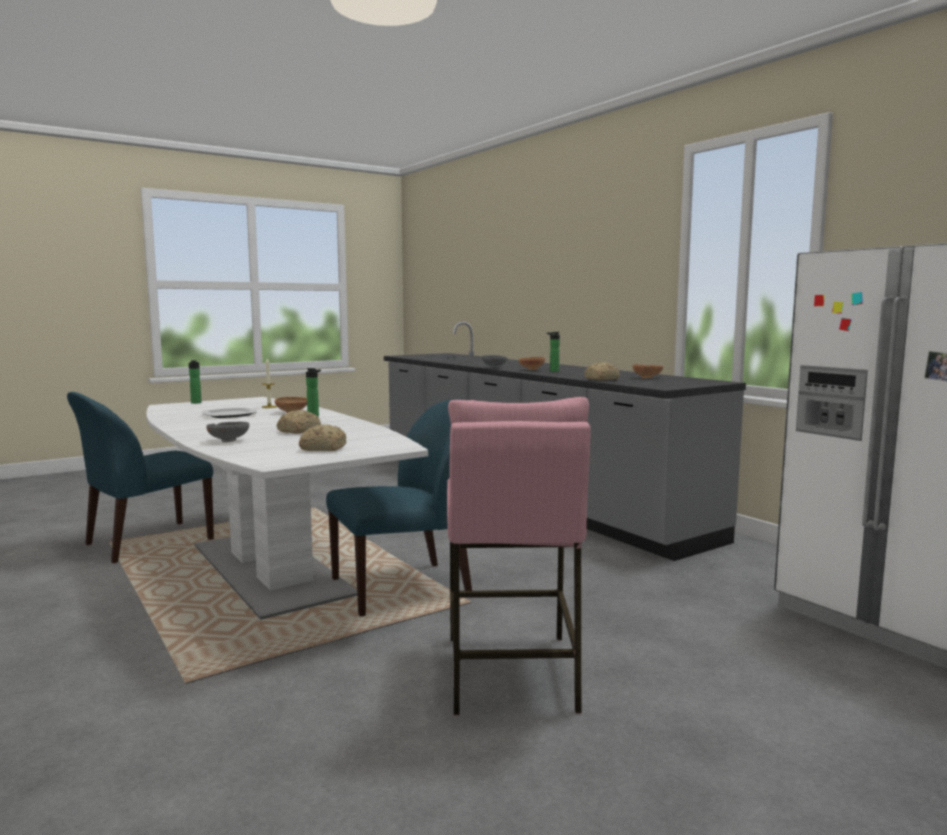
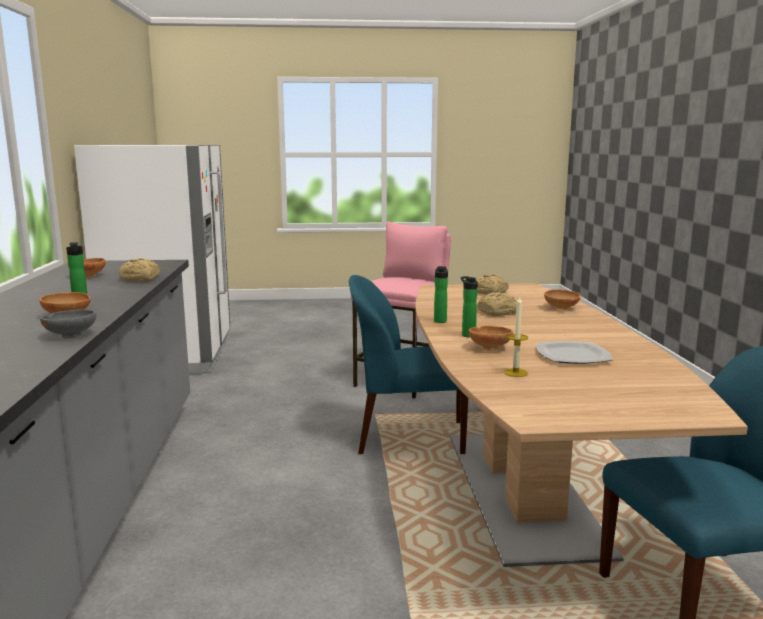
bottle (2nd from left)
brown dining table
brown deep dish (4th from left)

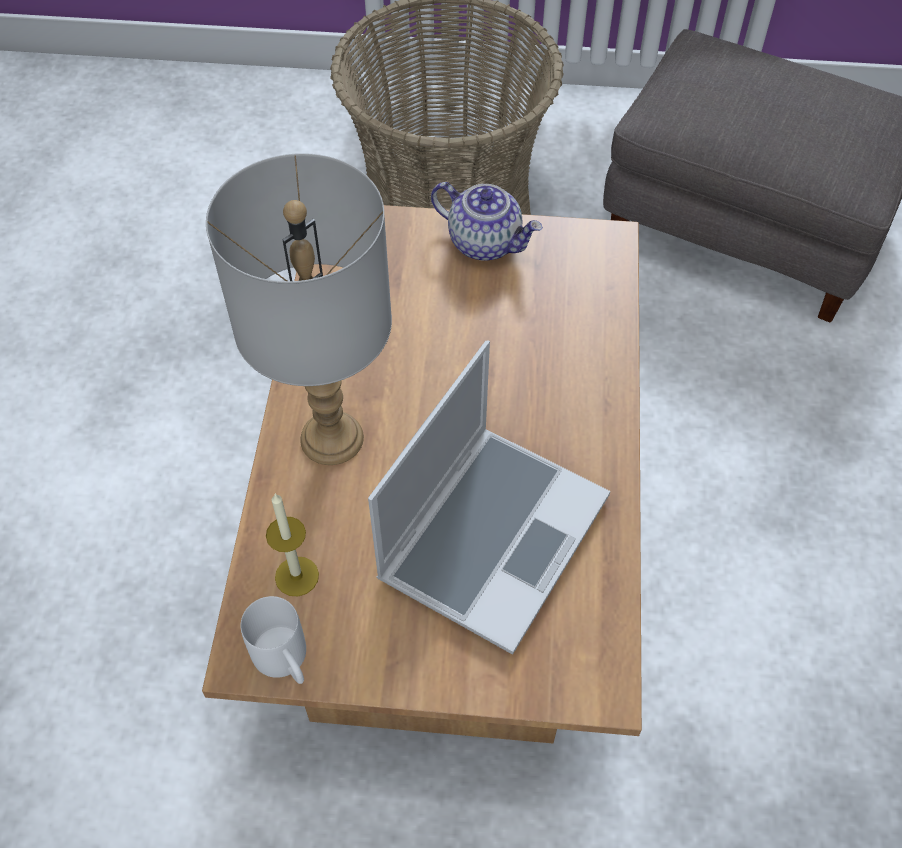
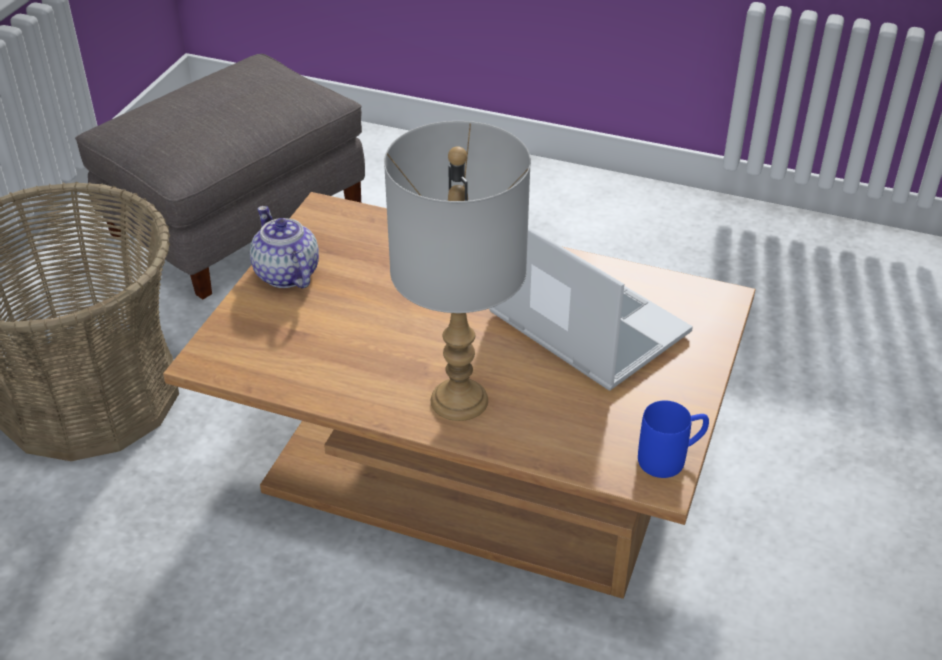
tea pot
wax light
bluish mug

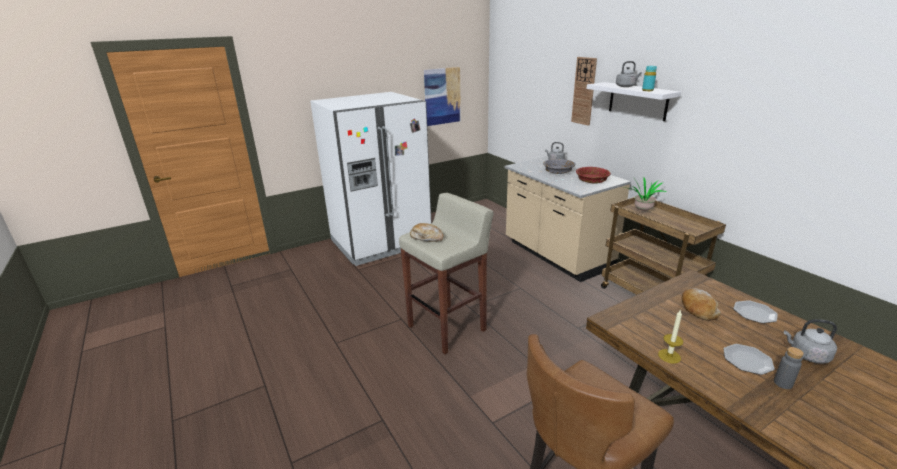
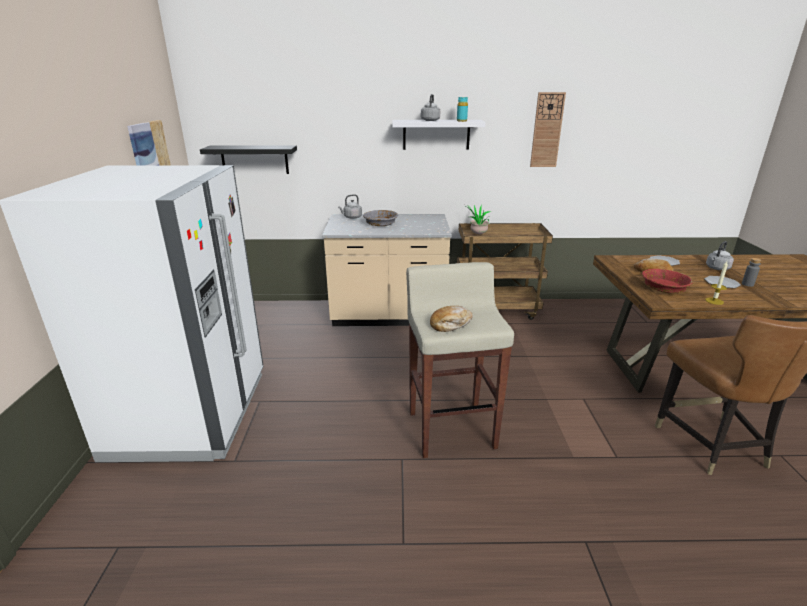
wall clock
red deep dish
black bracket shelf

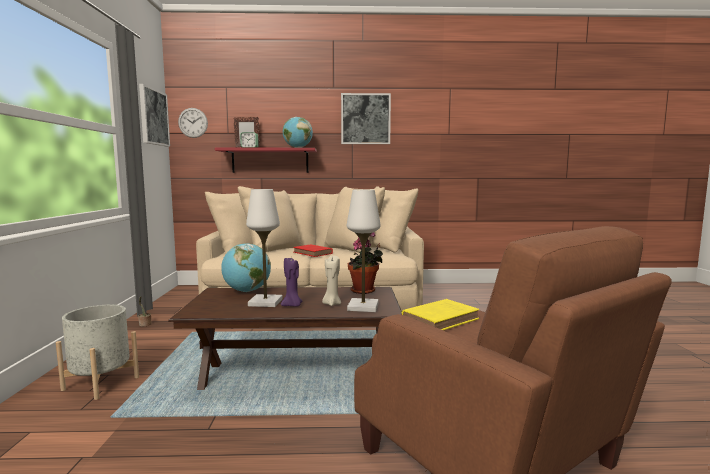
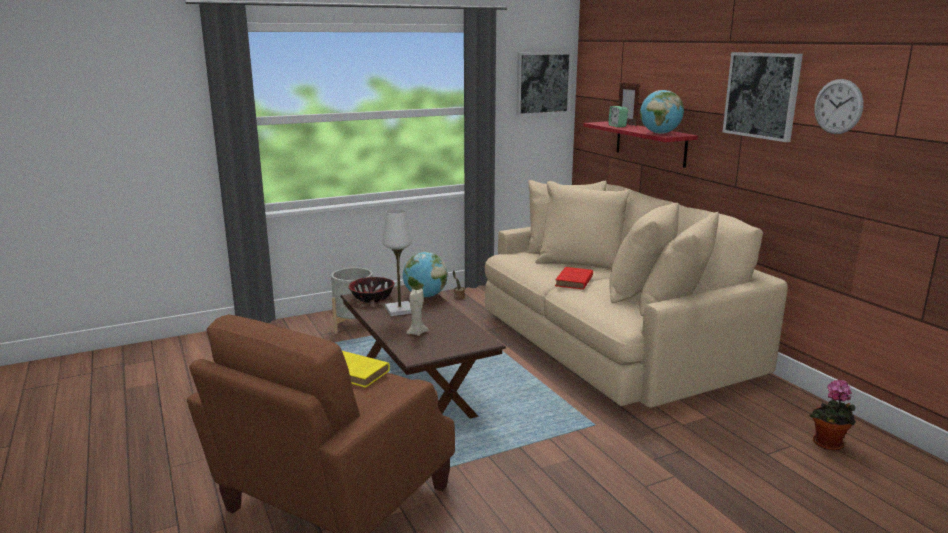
wall clock
white-coloured lamp for a table (2nd from left in the first image)
potted plant (2nd from left)
purple-coloured wax light
deep dish

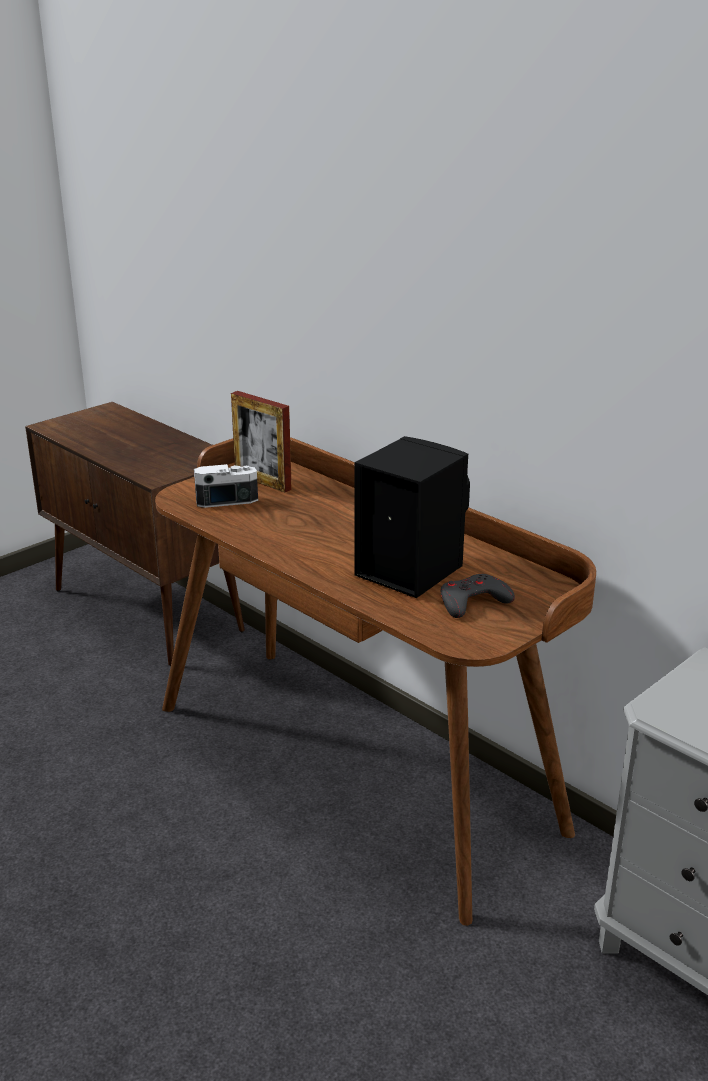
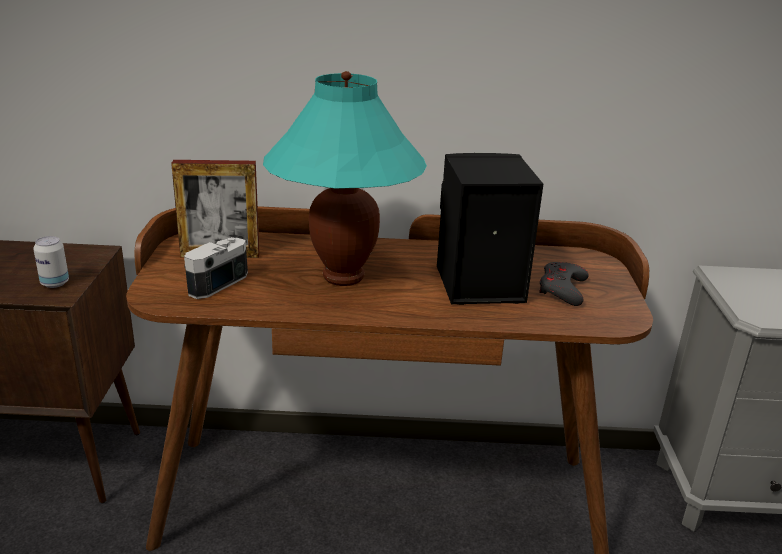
turquoise lamp for a table
sealed can

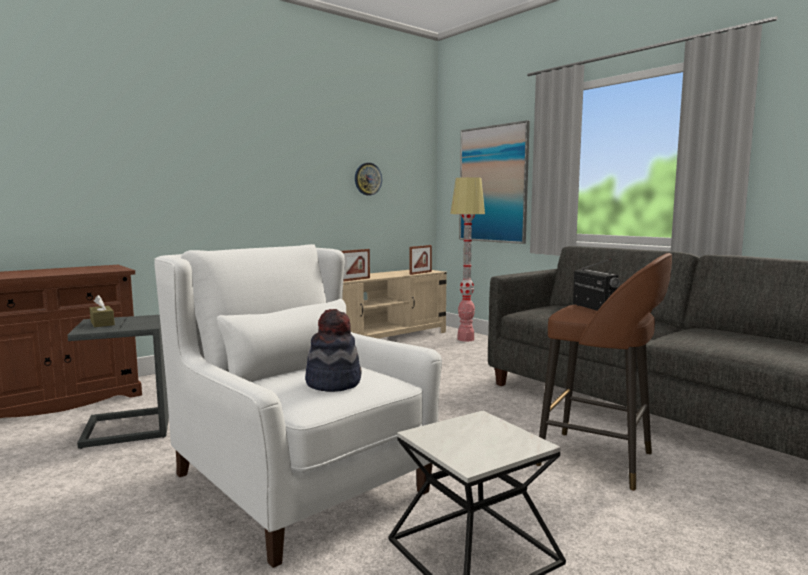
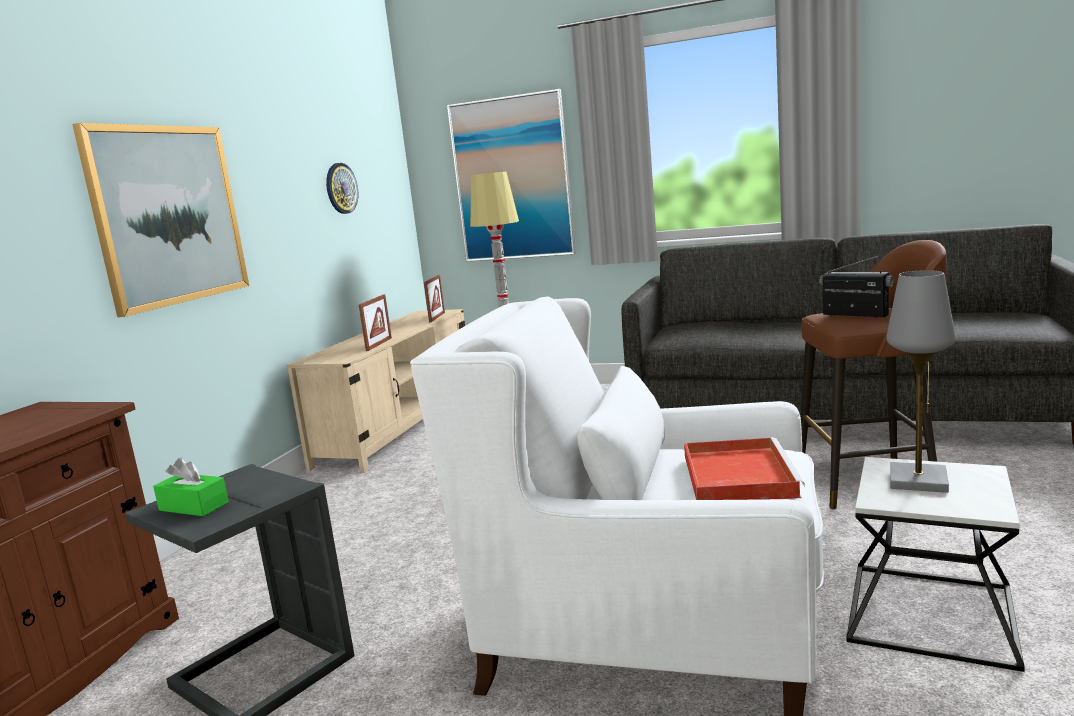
greenish box of tissues
red tray
picture (1st from left)
gray lamp for a table

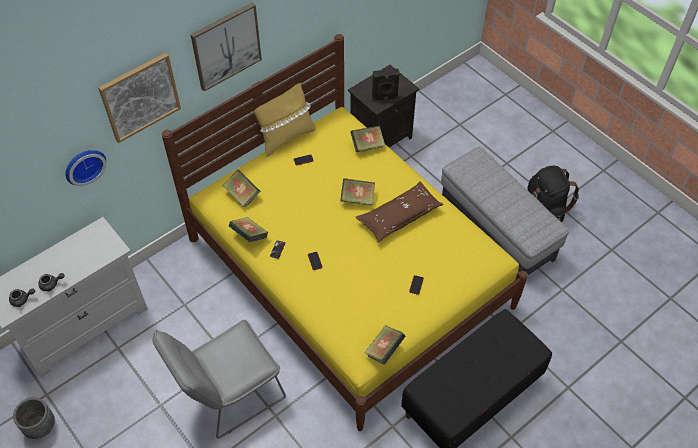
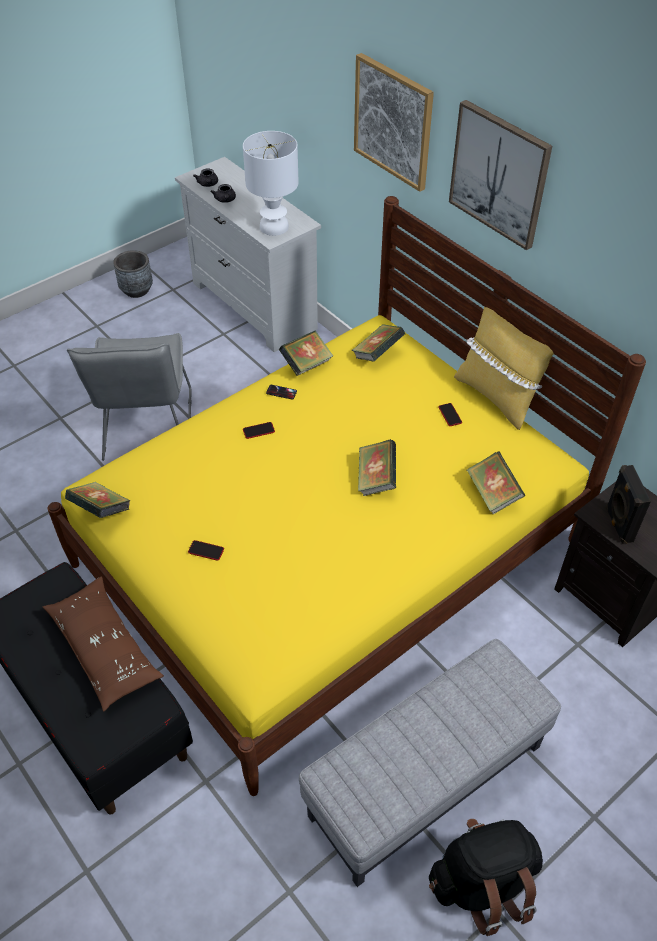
wall clock
brown throw pillow
gray chair
white-coloured lamp for a table

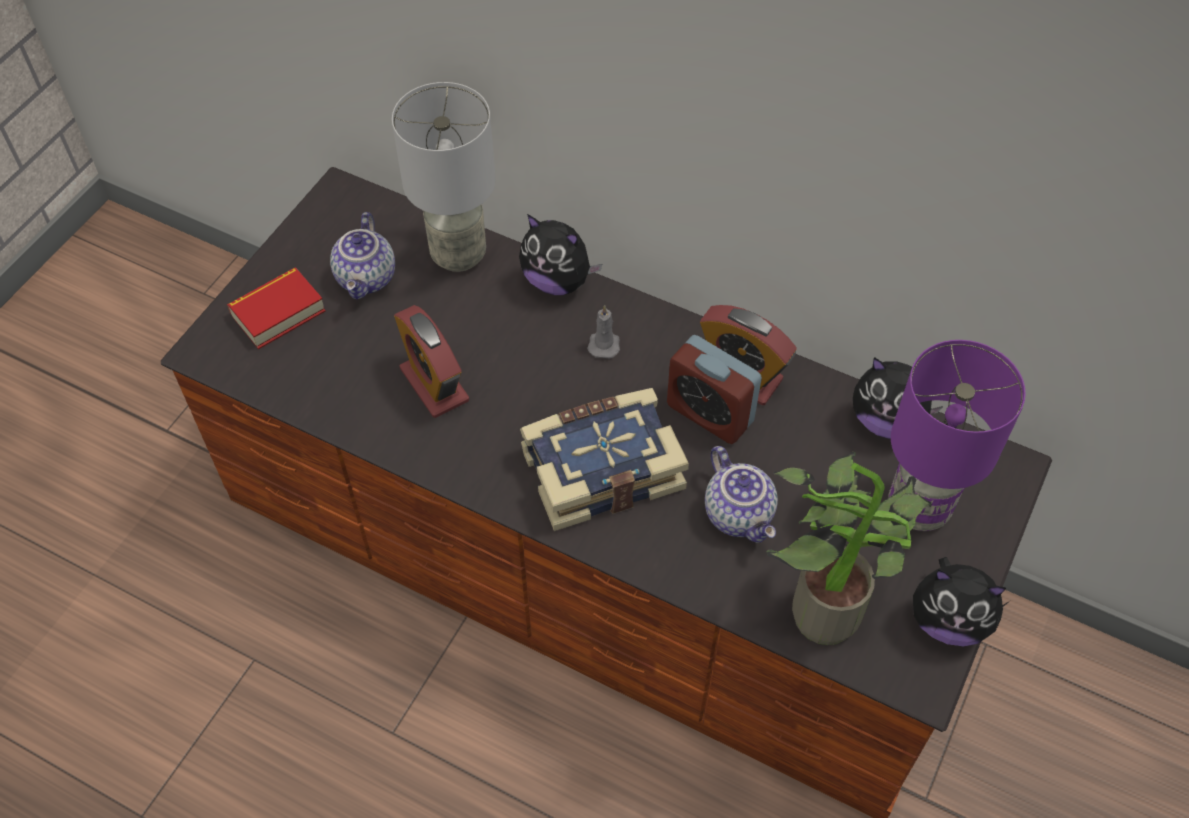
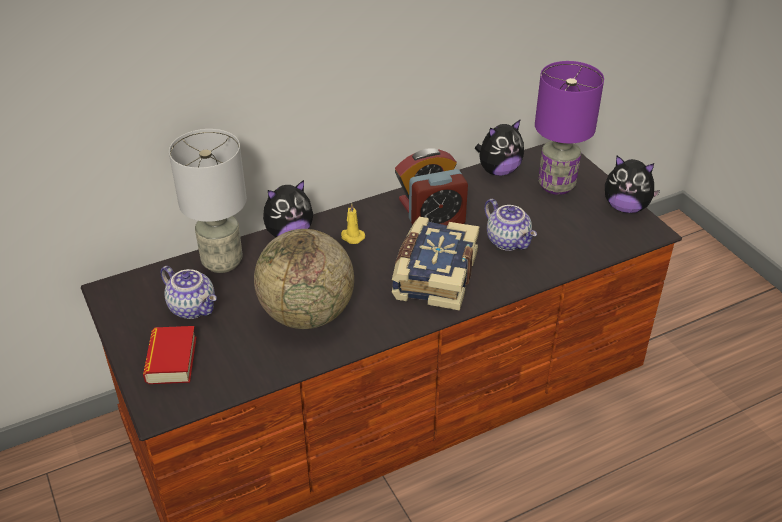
world globe
yellowish wax light
tea pot (2nd from left)
potted plant
cuddly toy (3rd from left)

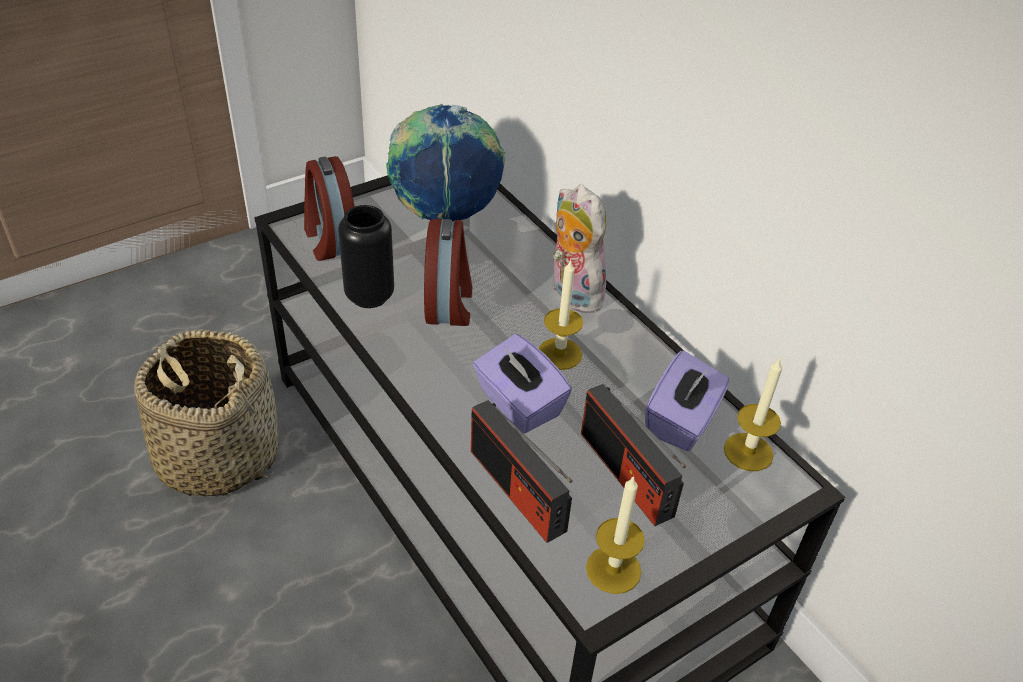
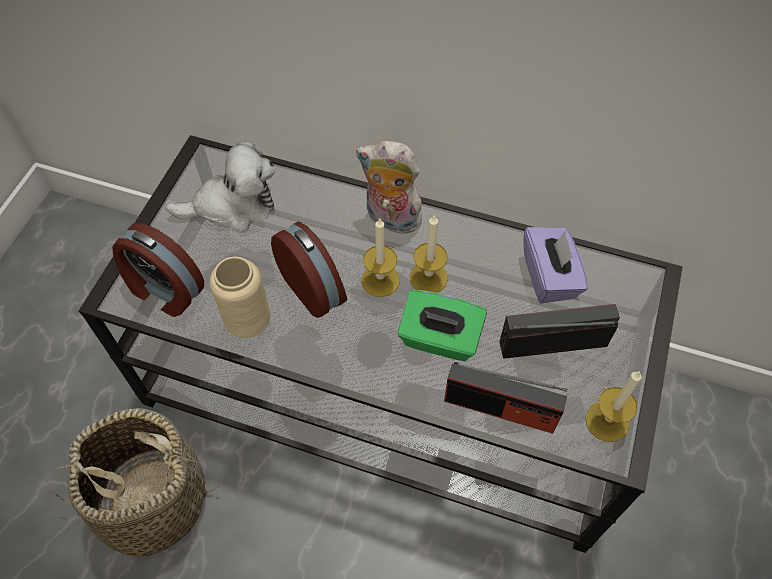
cuddly toy (1st from left)
sand-coloured vase
greenish box of tissues
wax light (1st from left)
radio set (2nd from left)

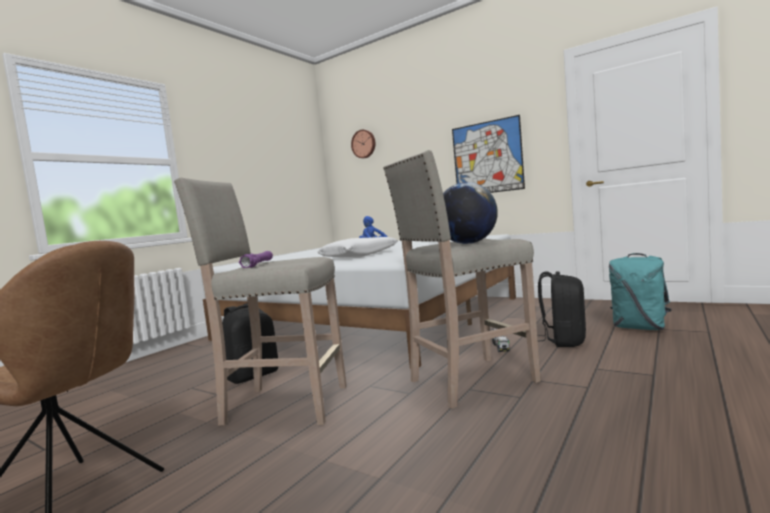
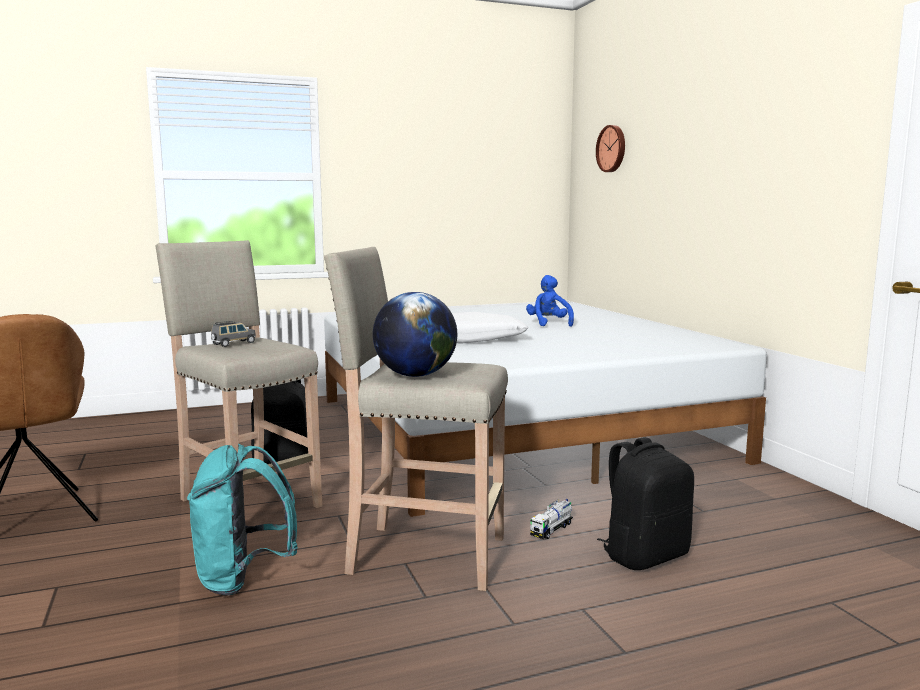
picture
gray toy car
turquoise backpack

